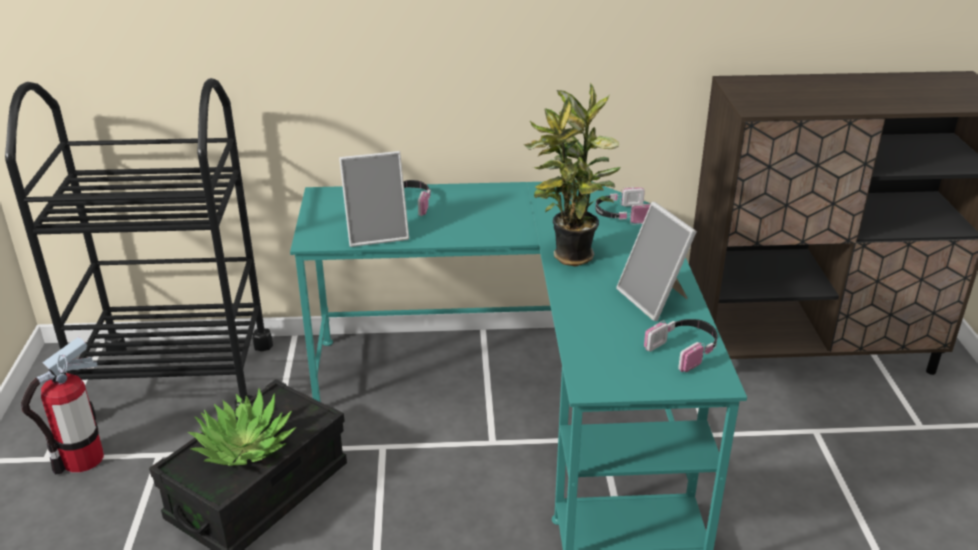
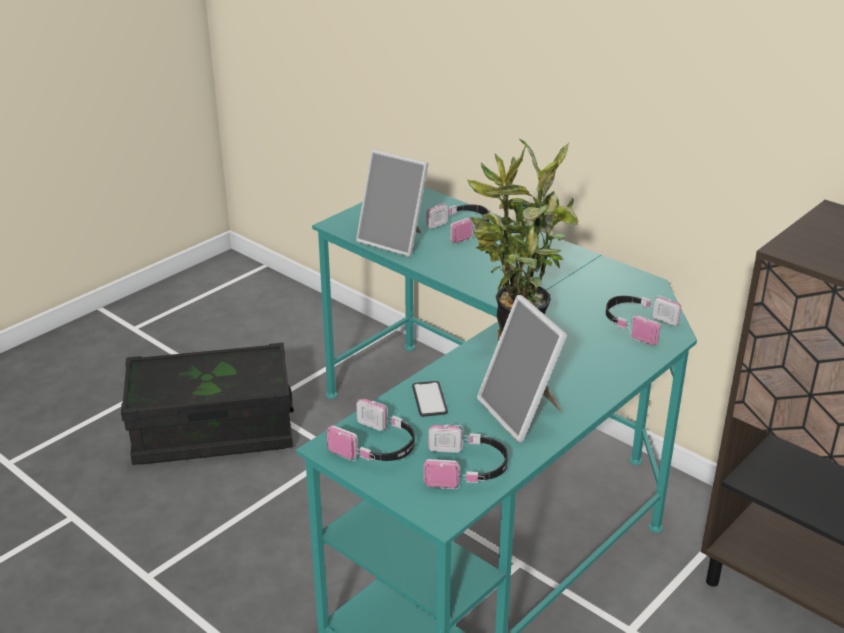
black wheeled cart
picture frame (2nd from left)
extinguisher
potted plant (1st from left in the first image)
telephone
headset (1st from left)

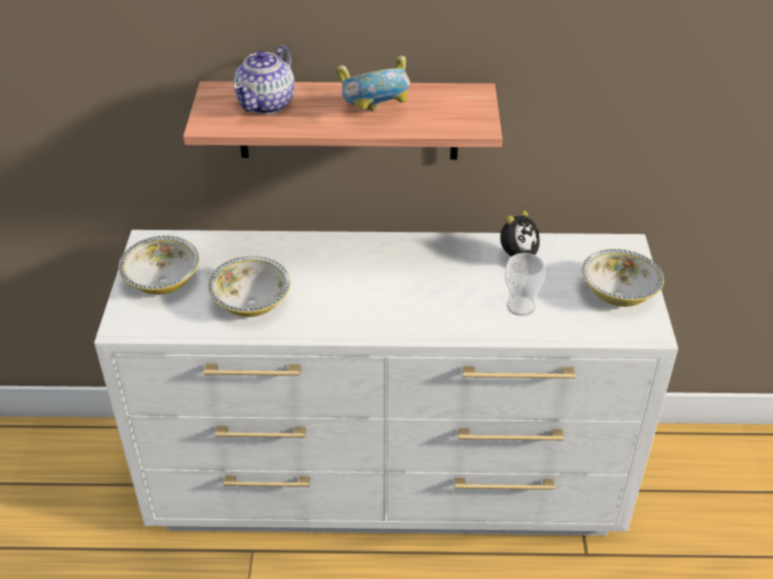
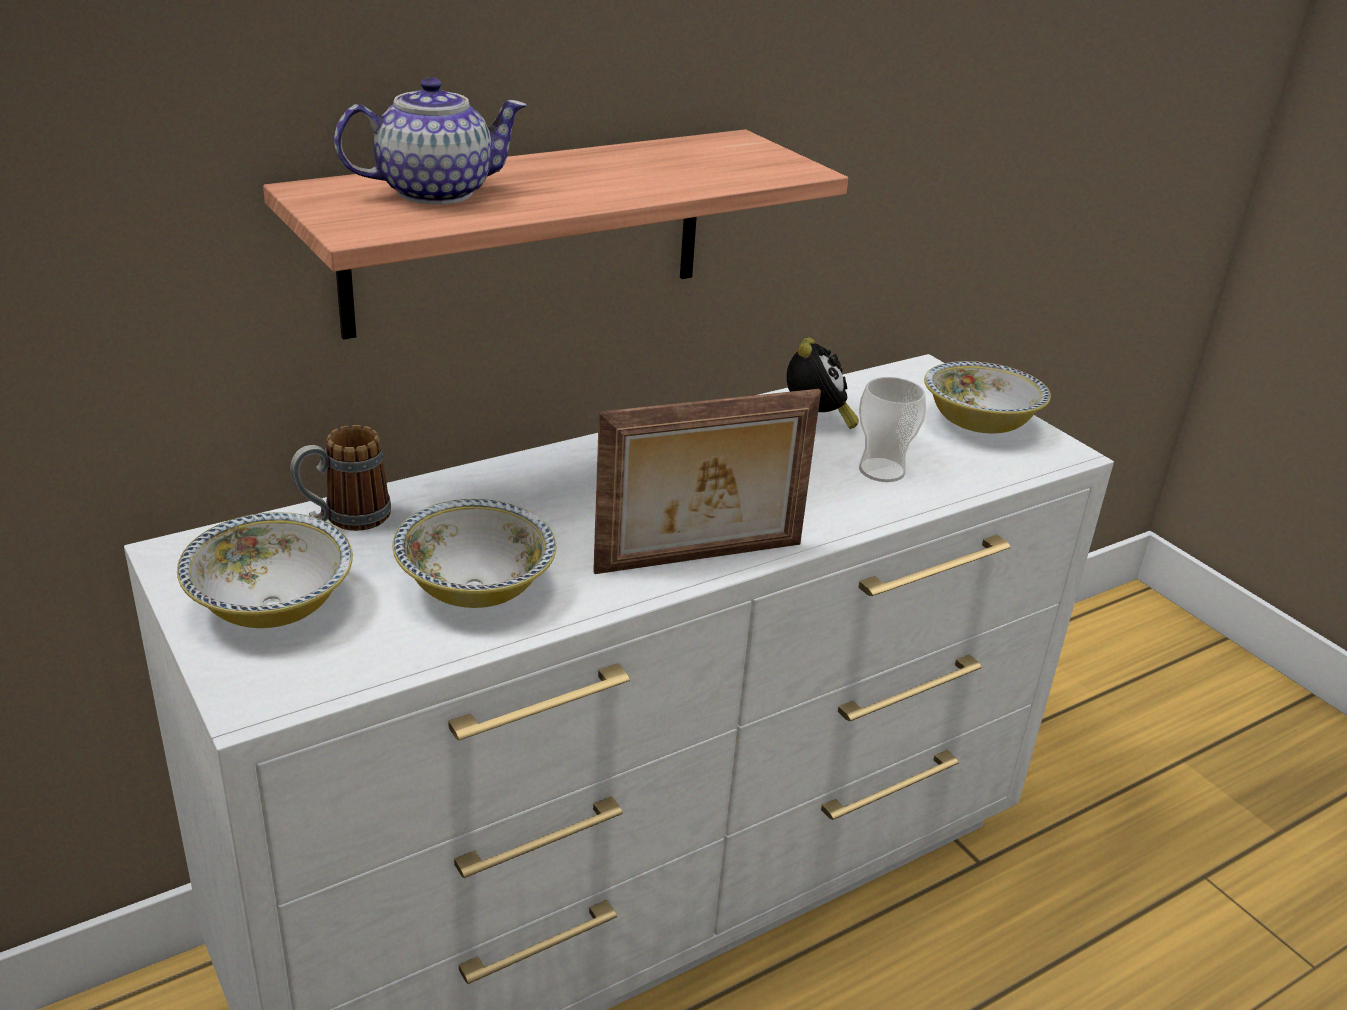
tea pot
deep dish (3rd from left in the first image)
picture frame
mug

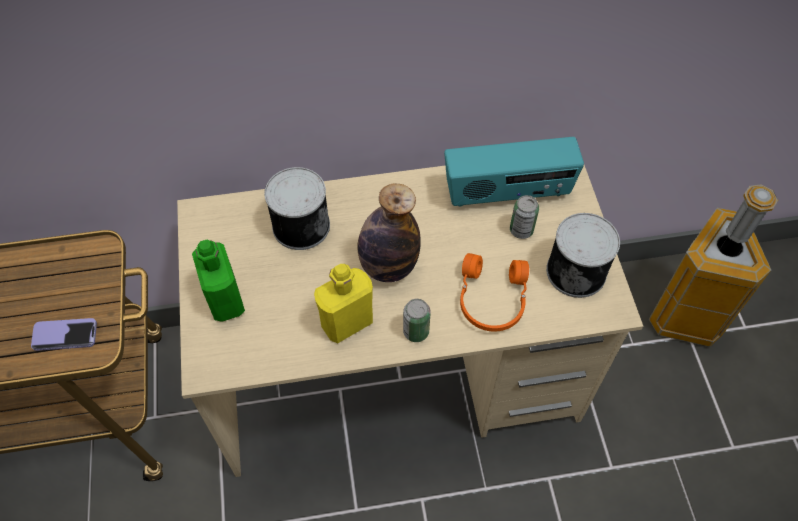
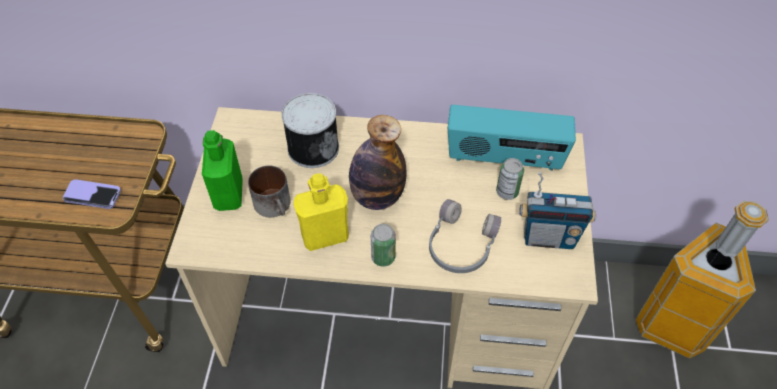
radio set (2nd from left)
gray headset
mug

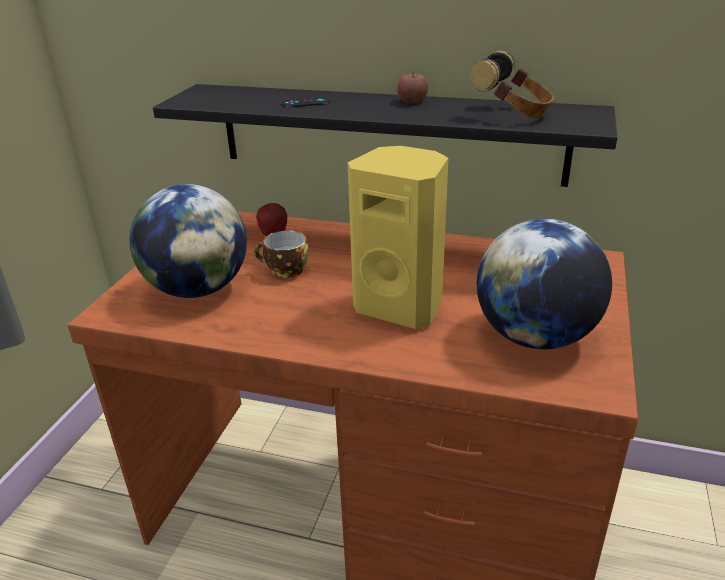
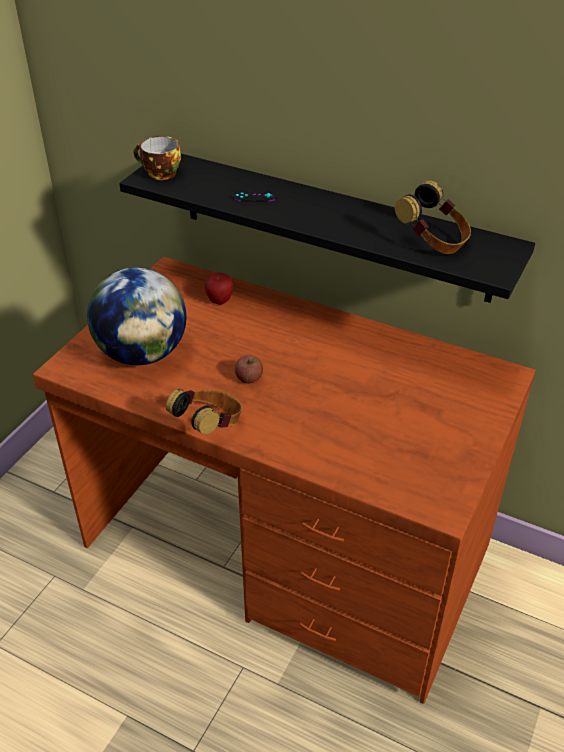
apple (2nd from left)
yellowish audio speaker
world globe (2nd from left in the first image)
cup
headset (1st from left)

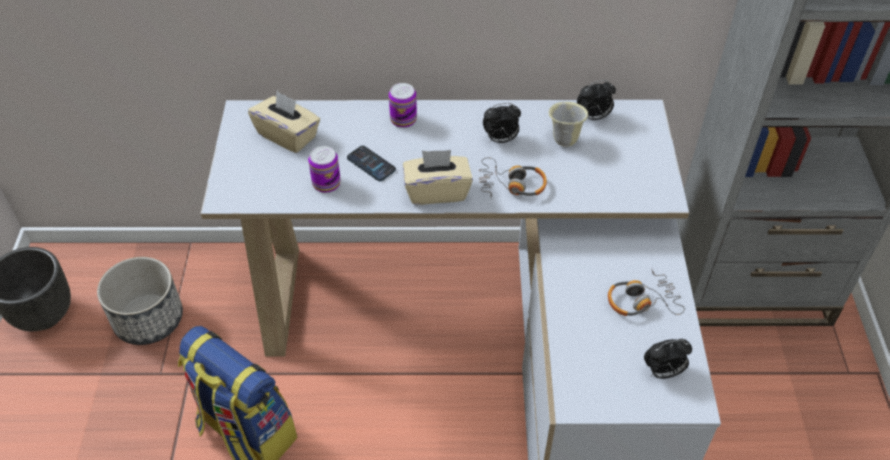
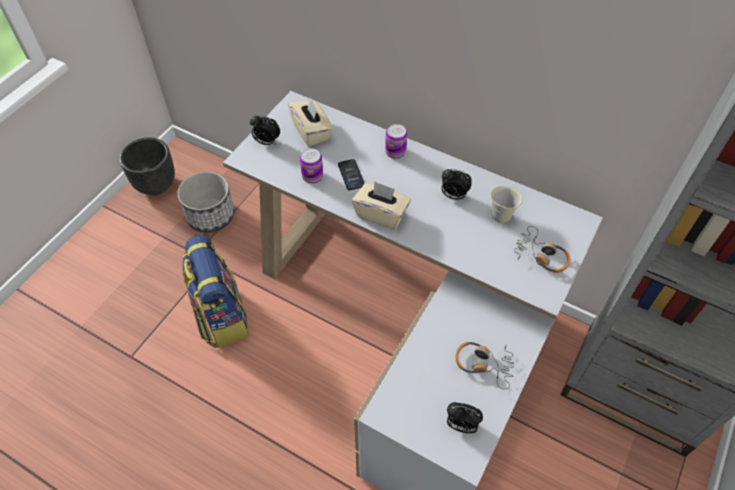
alarm clock (1st from left)
headset (2nd from left)

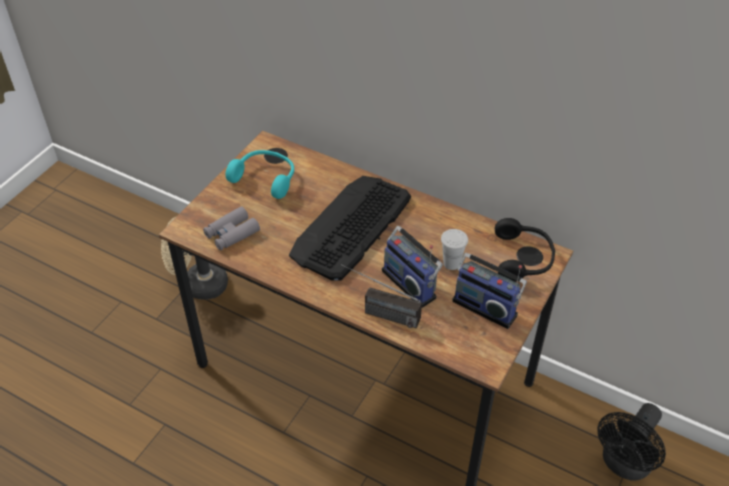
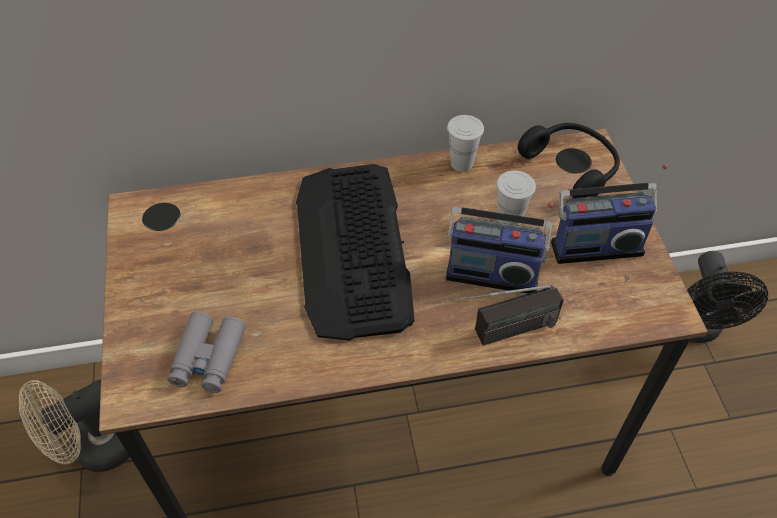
turquoise headset
white-coloured cup (1st from left)

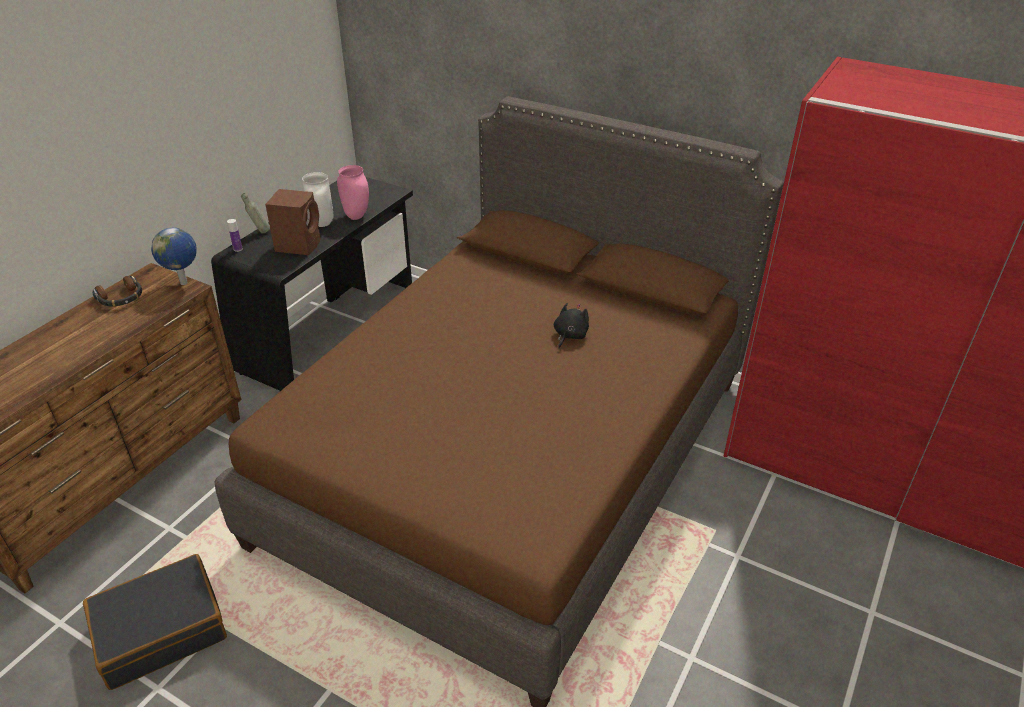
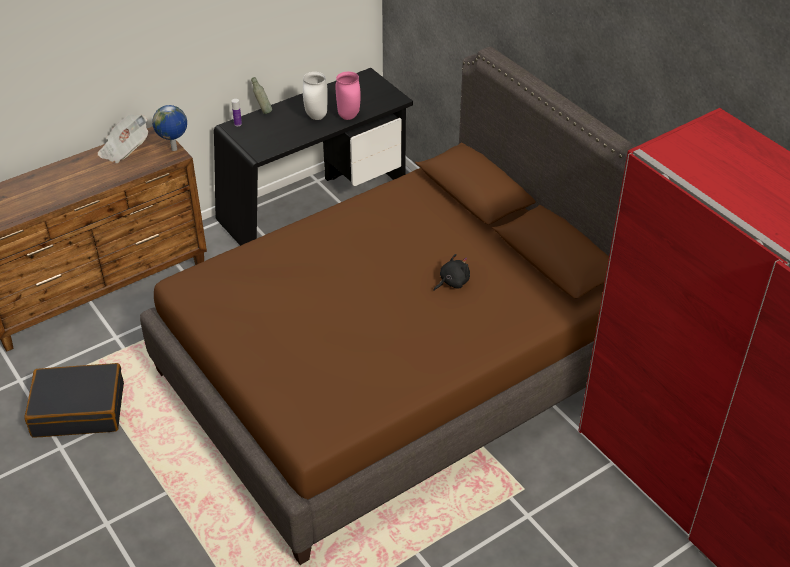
brown audio speaker
printed paper

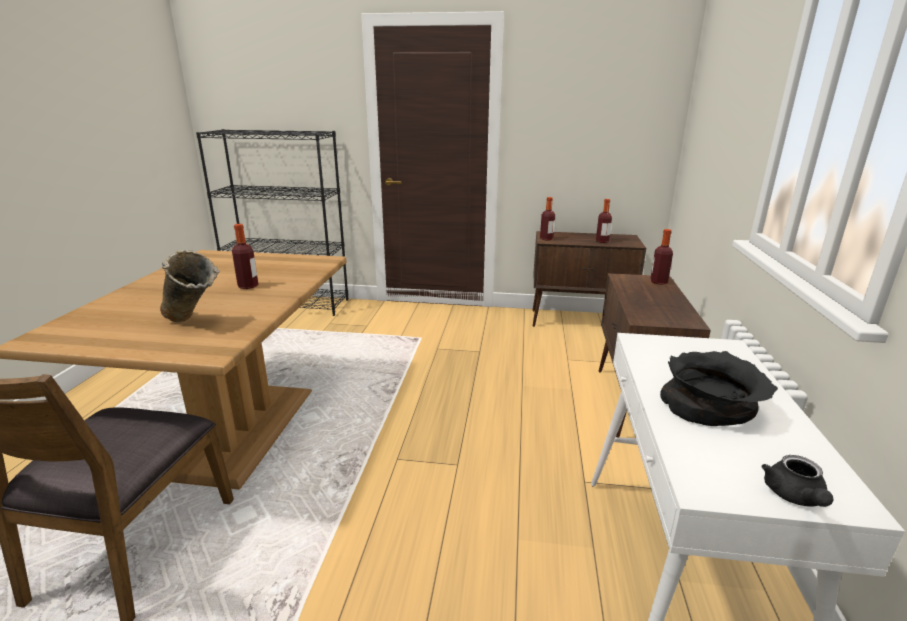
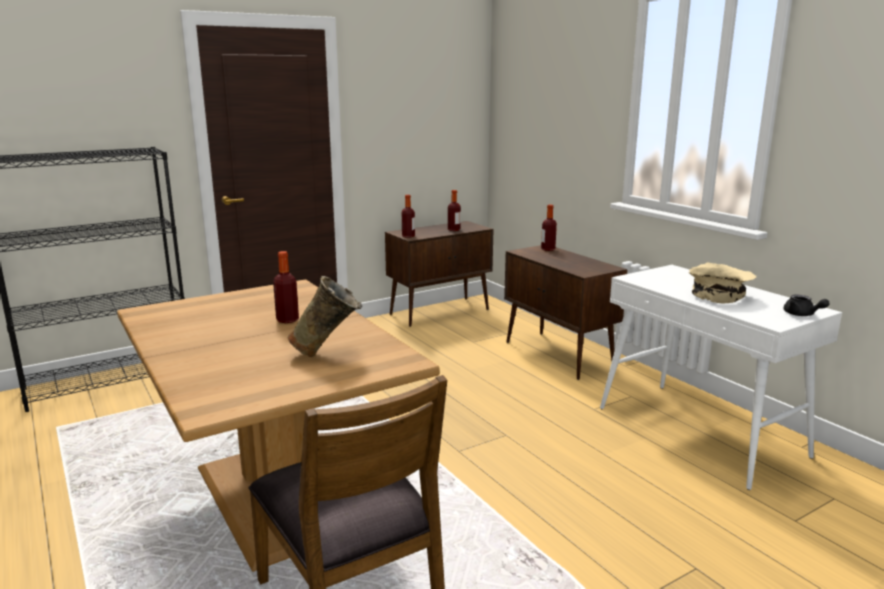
sand-coloured deep dish

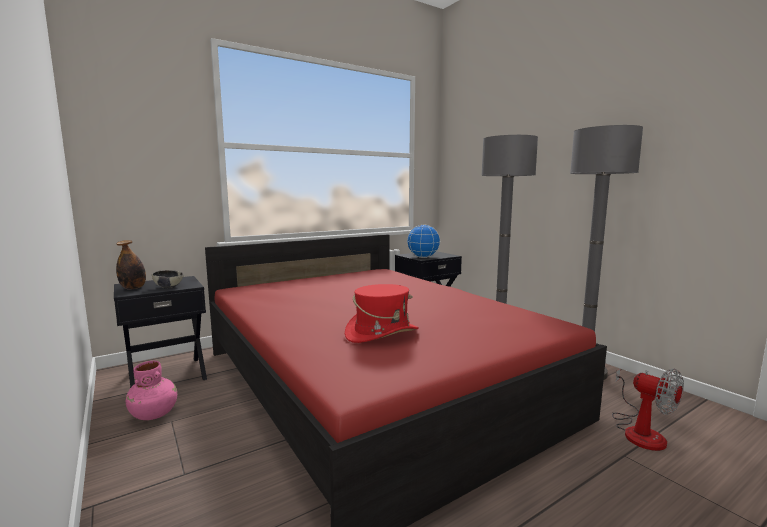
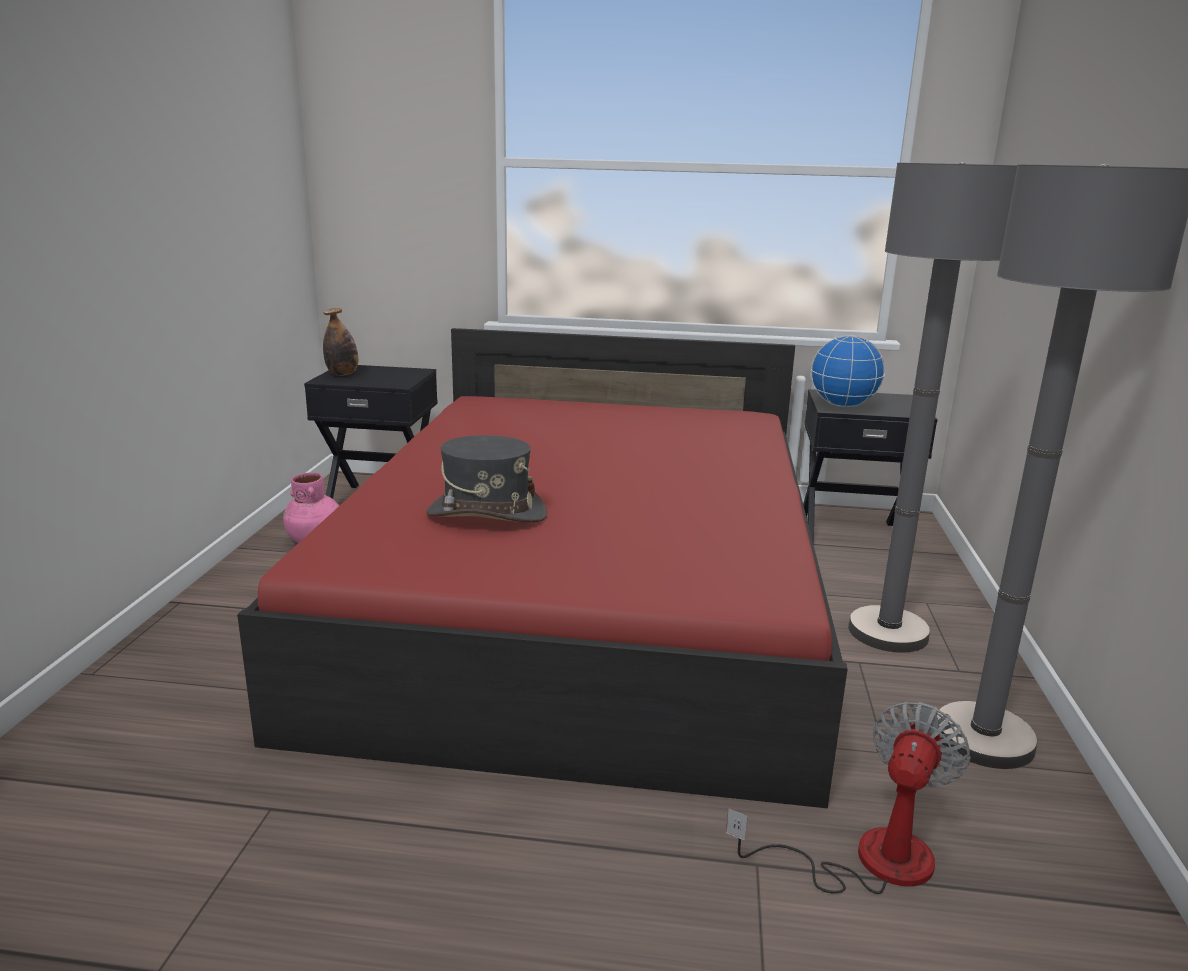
deep dish
gray clothing hat
electric fan

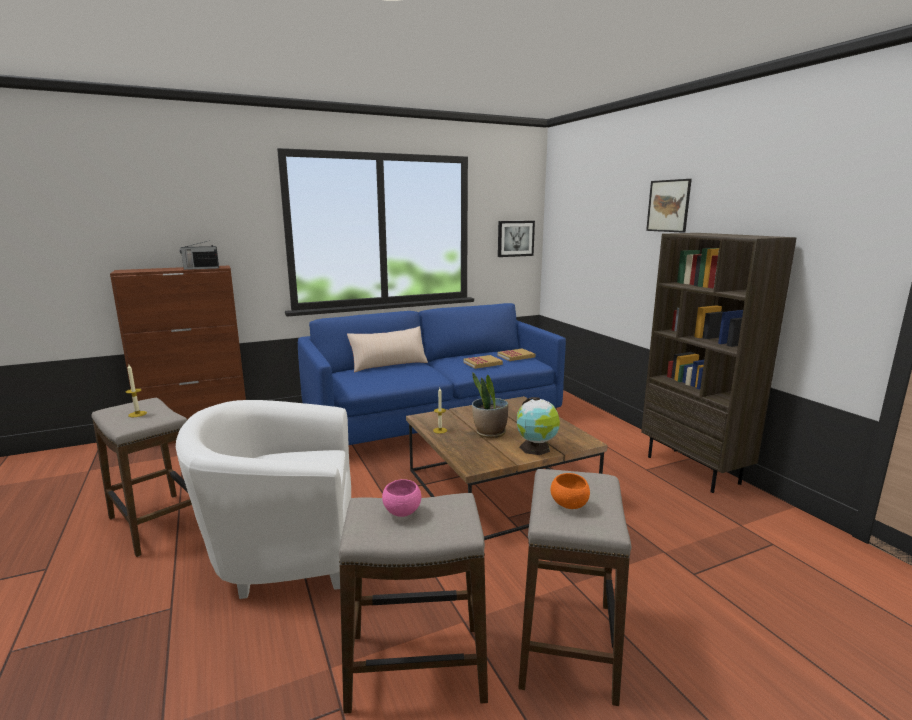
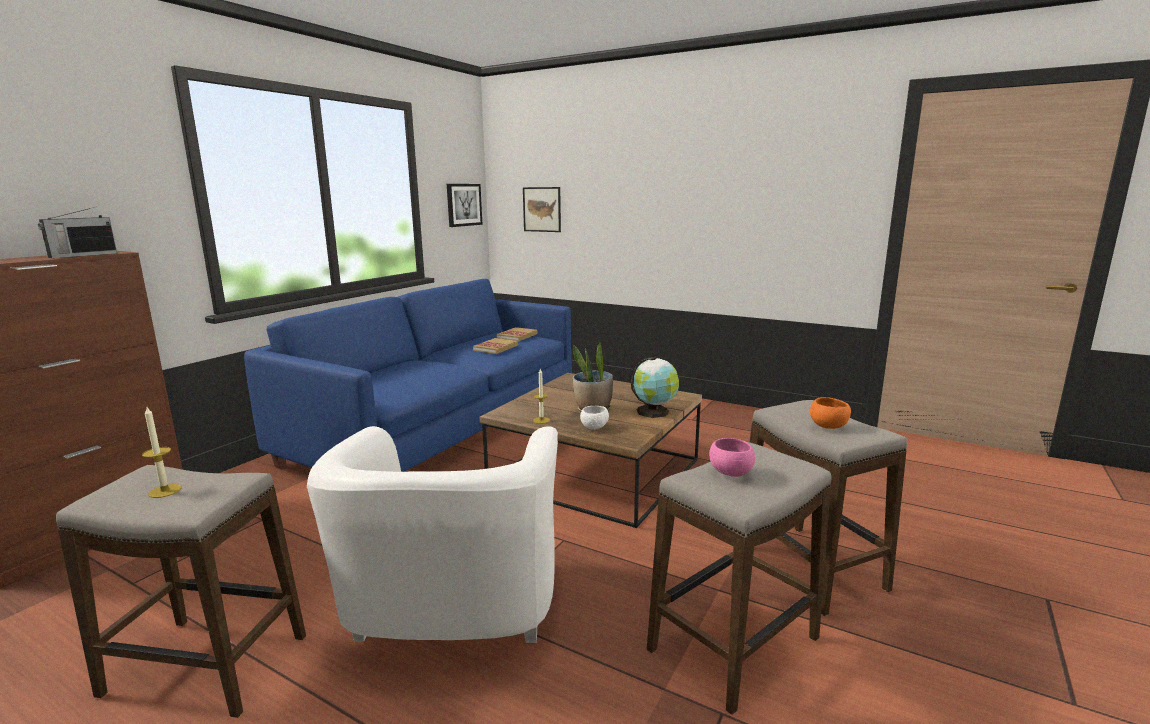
picture (2nd from left)
brown bookcase
sand-coloured throw pillow
white-coloured armchair
white-coloured deep dish

